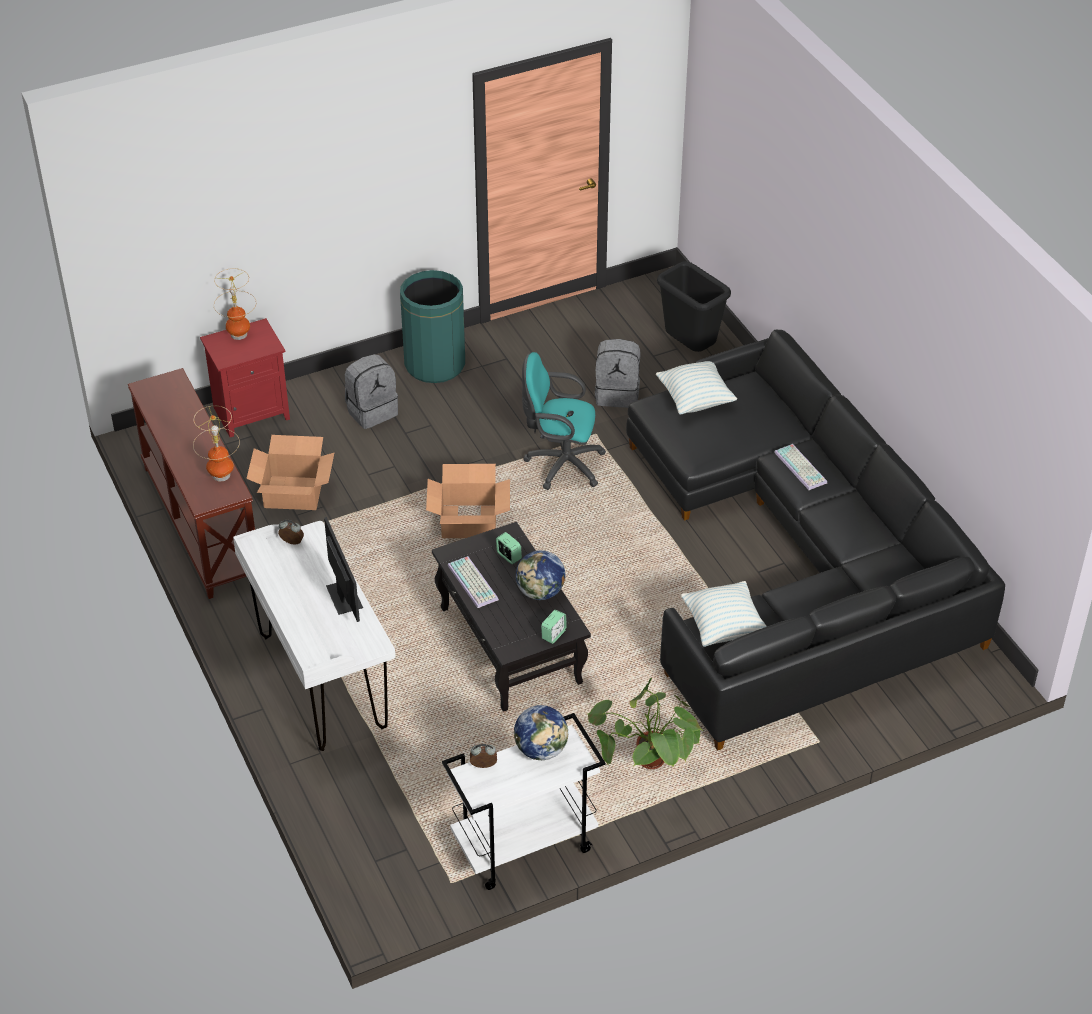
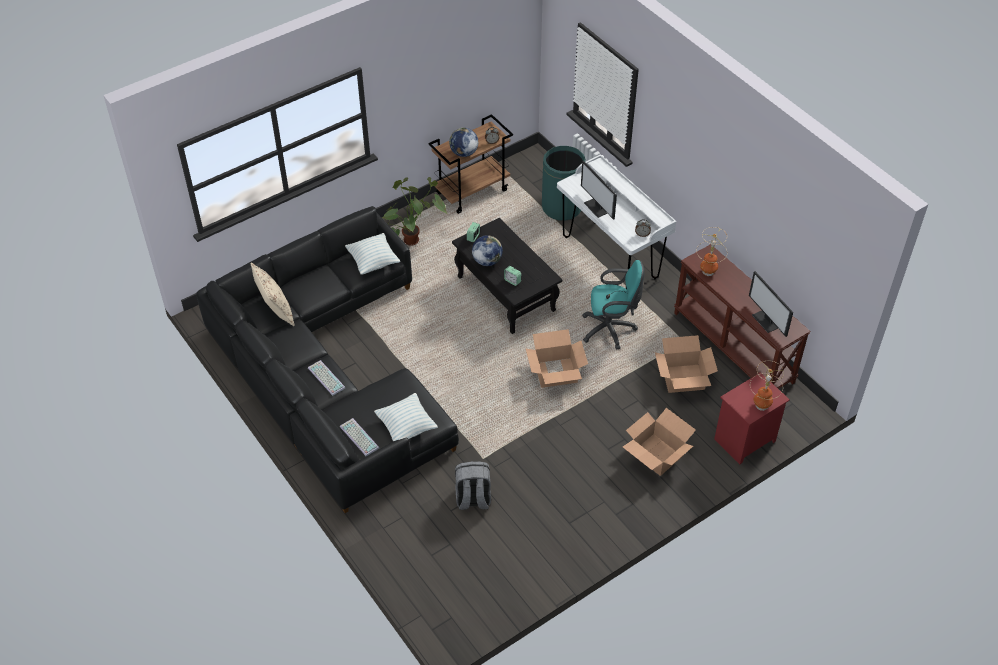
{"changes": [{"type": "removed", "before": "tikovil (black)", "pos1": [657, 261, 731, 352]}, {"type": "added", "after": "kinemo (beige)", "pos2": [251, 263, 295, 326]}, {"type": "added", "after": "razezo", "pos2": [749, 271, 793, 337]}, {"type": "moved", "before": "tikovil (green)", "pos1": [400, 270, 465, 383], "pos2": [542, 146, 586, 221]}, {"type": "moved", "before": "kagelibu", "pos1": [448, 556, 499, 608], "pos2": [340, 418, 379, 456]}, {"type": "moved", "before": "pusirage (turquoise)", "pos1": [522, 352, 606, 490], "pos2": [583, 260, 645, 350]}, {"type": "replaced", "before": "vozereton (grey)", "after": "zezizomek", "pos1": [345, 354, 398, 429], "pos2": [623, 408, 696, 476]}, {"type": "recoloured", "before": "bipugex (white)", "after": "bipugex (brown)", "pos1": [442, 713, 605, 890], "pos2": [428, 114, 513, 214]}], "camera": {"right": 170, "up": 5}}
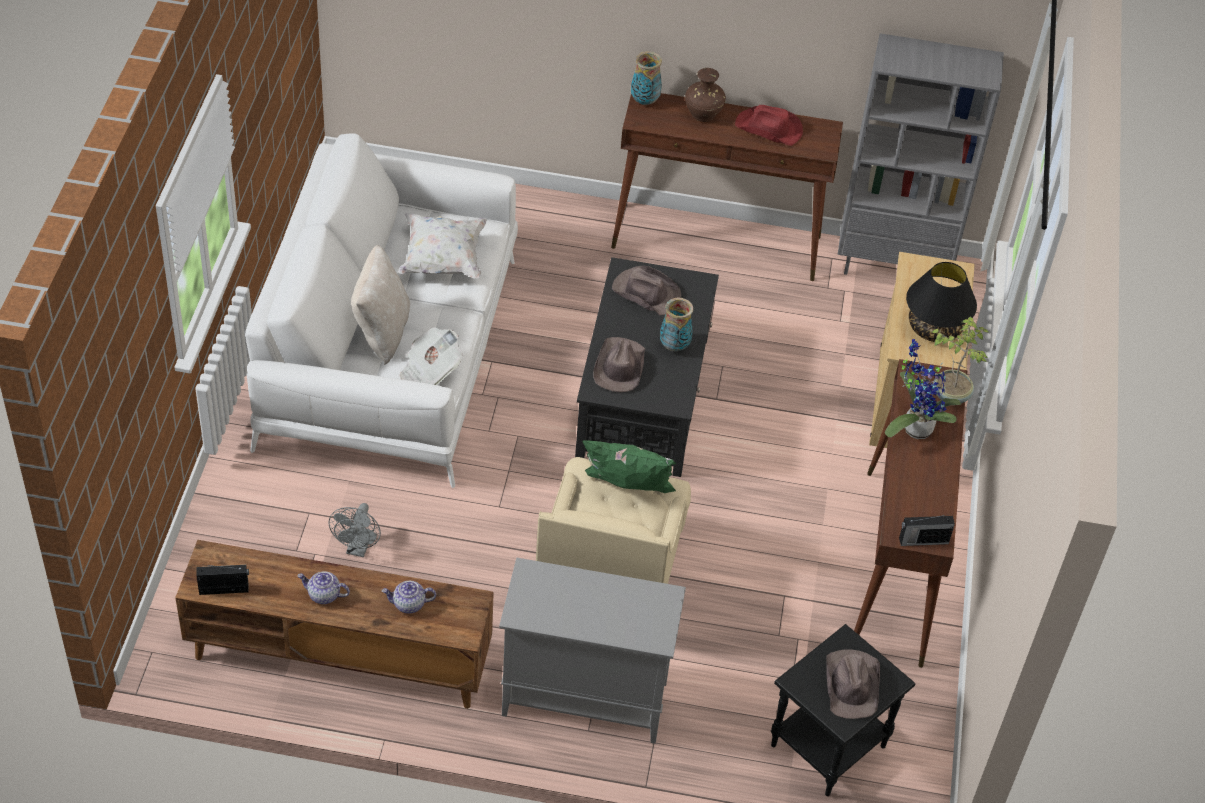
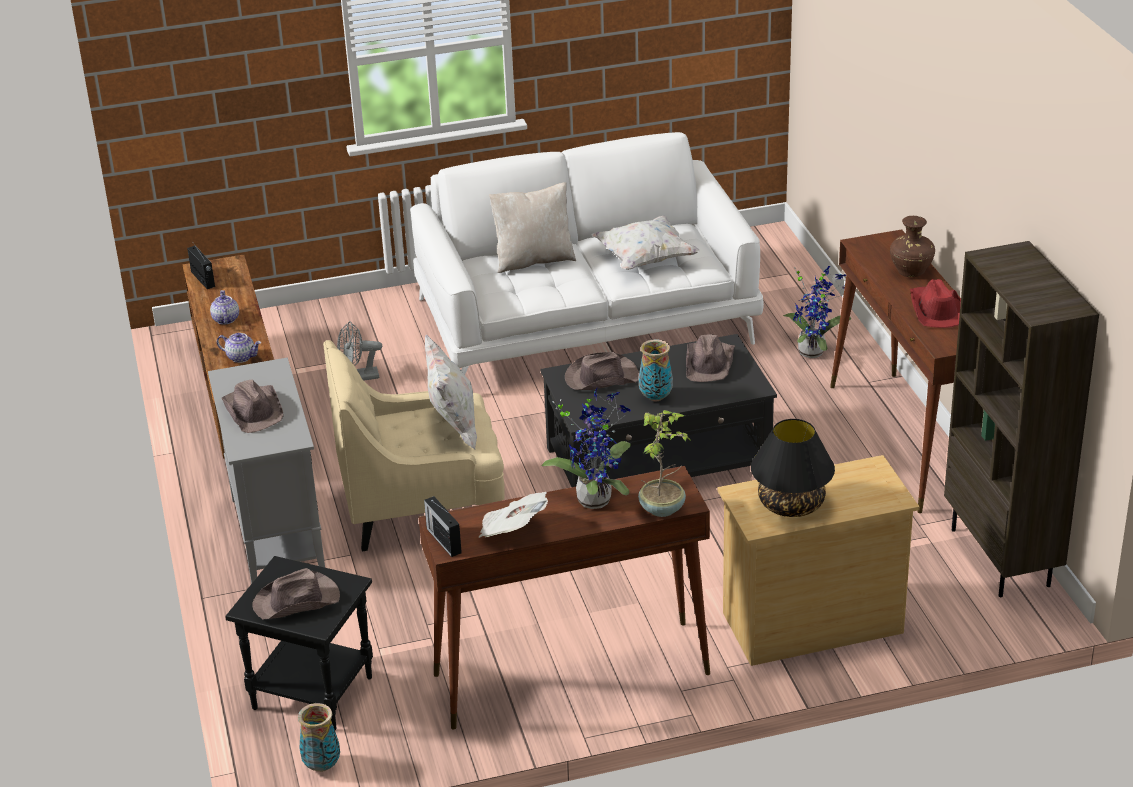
{"changes": [{"type": "added", "after": "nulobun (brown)", "pos2": [221, 380, 284, 433]}, {"type": "added", "after": "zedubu", "pos2": [783, 266, 852, 358]}, {"type": "moved", "before": "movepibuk", "pos1": [400, 327, 462, 385], "pos2": [479, 492, 548, 538]}, {"type": "moved", "before": "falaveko", "pos1": [631, 51, 662, 105], "pos2": [298, 703, 340, 772]}, {"type": "recoloured", "before": "kinemo (green)", "after": "kinemo (white)", "pos1": [582, 440, 676, 493], "pos2": [425, 335, 477, 449]}, {"type": "recoloured", "before": "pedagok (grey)", "after": "pedagok (brown)", "pos1": [837, 33, 1004, 275], "pos2": [944, 241, 1099, 597]}, {"type": "turned", "before": "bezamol", "pos1": [382, 581, 436, 614], "pos2": [217, 333, 261, 363], "turn": 135}], "camera": {"right": 70, "up": -15}}
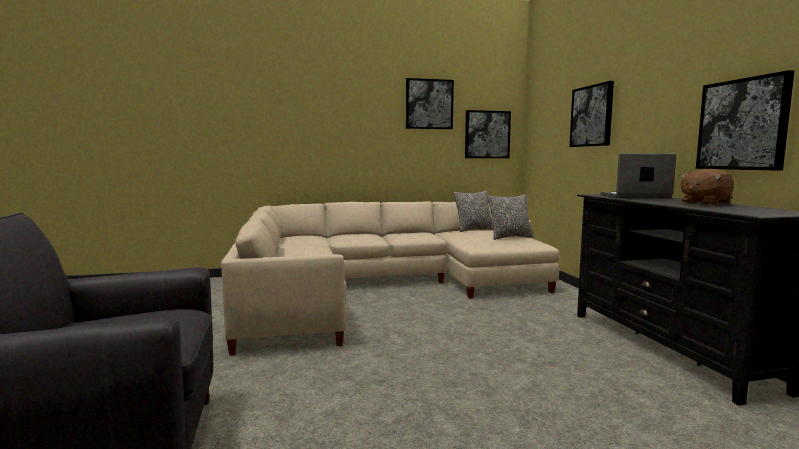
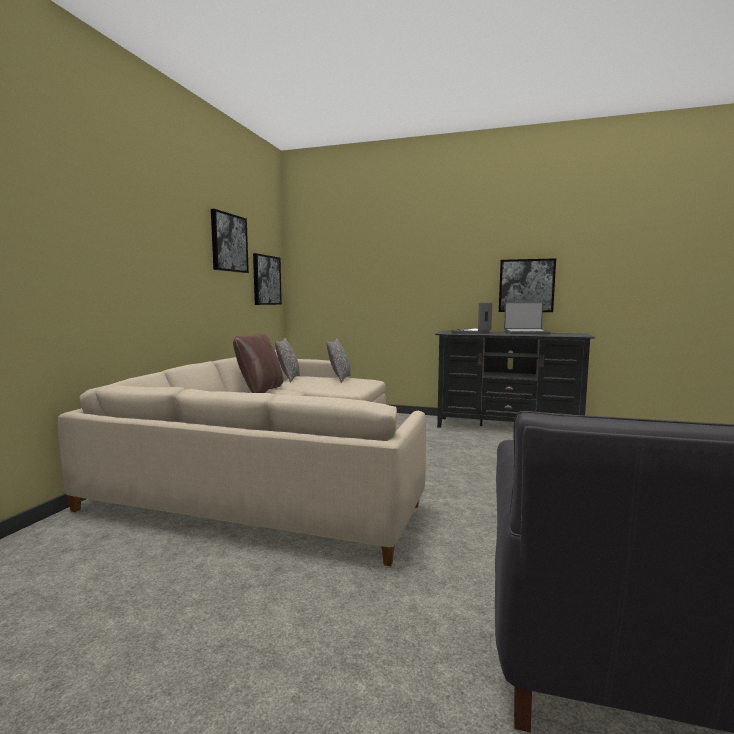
{"changes": [{"type": "removed", "before": "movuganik", "pos1": [570, 81, 614, 147]}, {"type": "added", "after": "kinemo (brown)", "pos2": [233, 333, 284, 393]}, {"type": "replaced", "before": "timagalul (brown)", "after": "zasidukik", "pos1": [680, 169, 734, 206], "pos2": [504, 302, 551, 334]}], "camera": {"right": -60, "up": 0}}
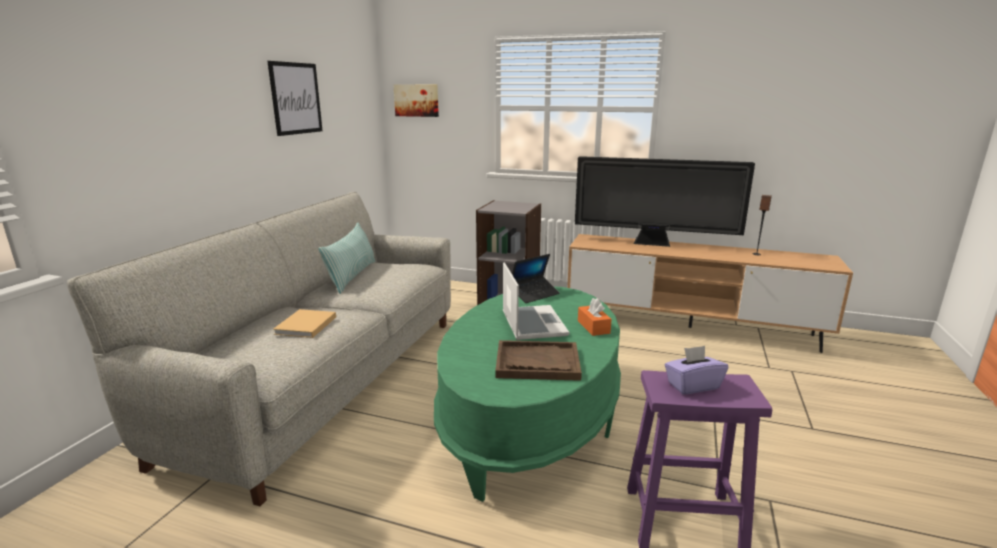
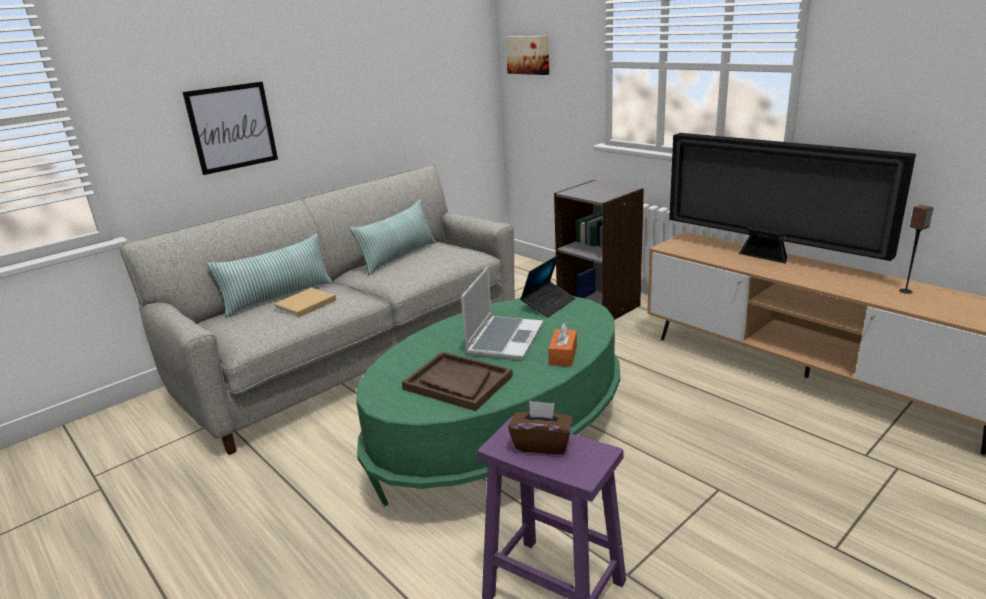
{"changes": [{"type": "added", "after": "kinemo", "pos2": [207, 234, 333, 317]}, {"type": "moved", "before": "movuganik", "pos1": [267, 61, 322, 136], "pos2": [183, 82, 278, 175]}, {"type": "recoloured", "before": "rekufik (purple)", "after": "rekufik (brown)", "pos1": [664, 346, 728, 394], "pos2": [508, 400, 573, 454]}, {"type": "turned", "before": "zasidukik", "pos1": [512, 254, 560, 303], "pos2": [520, 255, 575, 317], "turn": -45}], "camera": {"right": 30, "up": 5}}
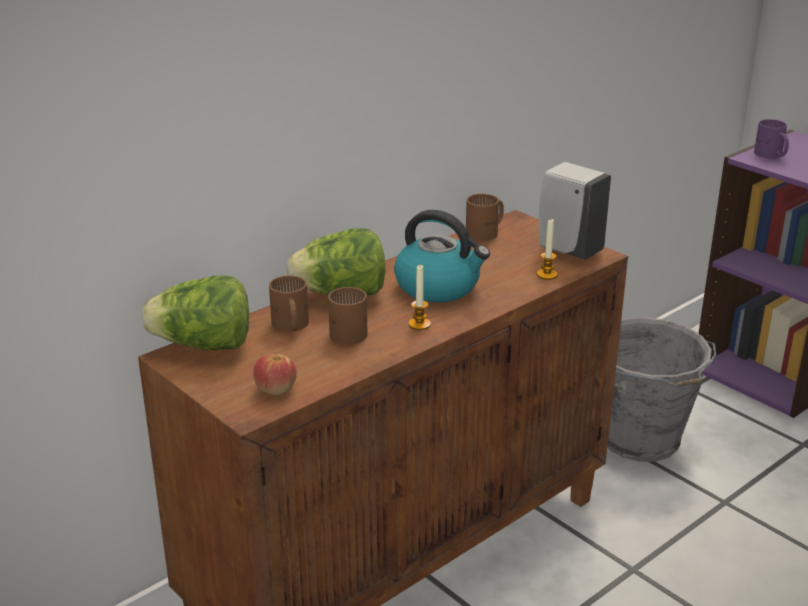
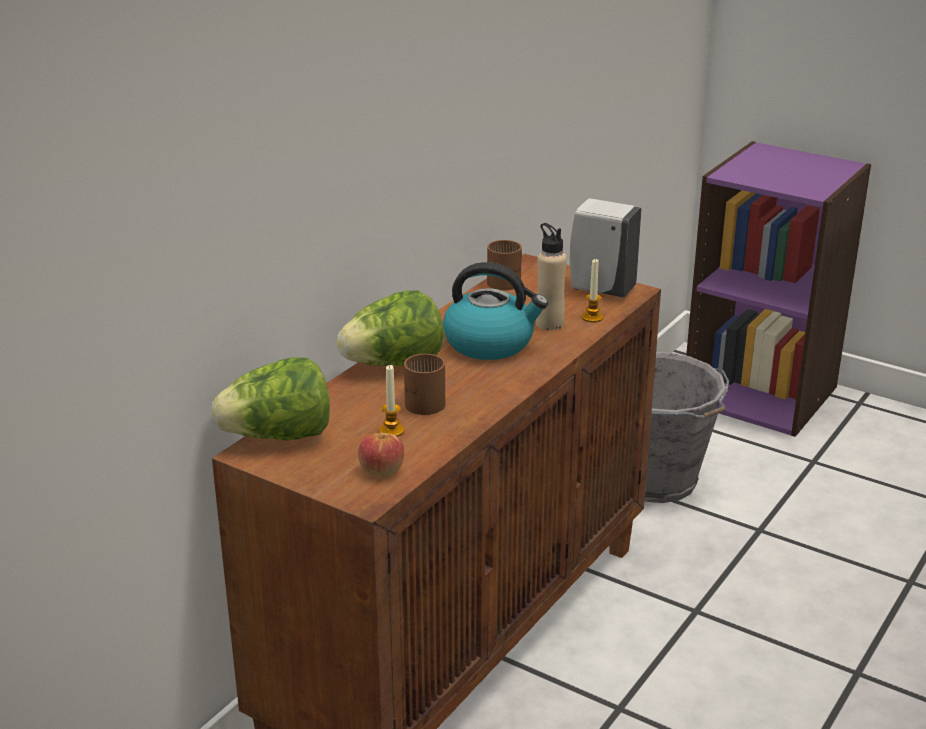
{"changes": [{"type": "removed", "before": "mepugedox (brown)", "pos1": [269, 276, 309, 332]}, {"type": "removed", "before": "mepugedox (purple)", "pos1": [754, 119, 789, 158]}, {"type": "added", "after": "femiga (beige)", "pos2": [536, 223, 567, 330]}, {"type": "moved", "before": "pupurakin", "pos1": [408, 265, 431, 330], "pos2": [379, 365, 404, 437]}], "camera": {"right": -15, "up": 0}}
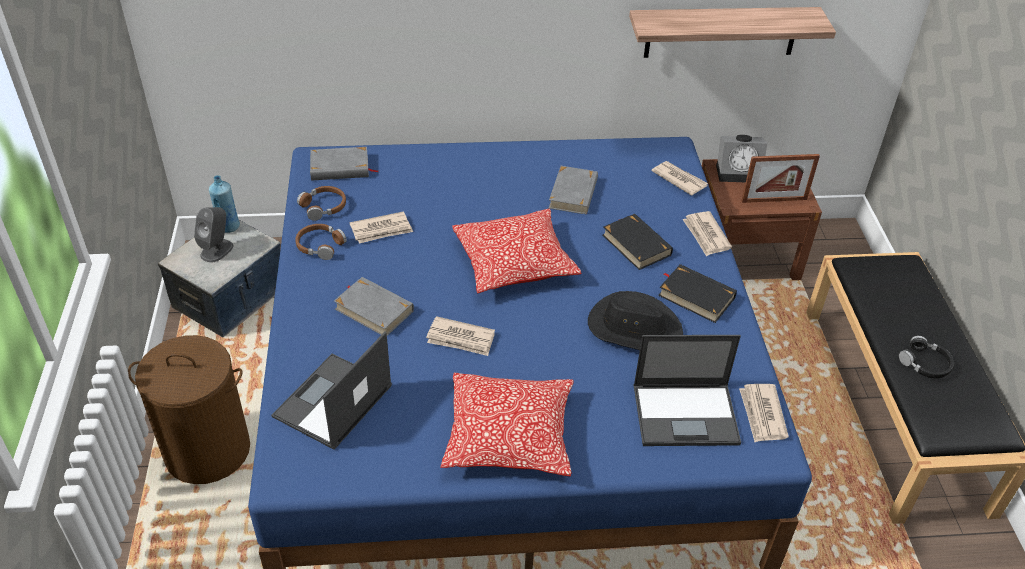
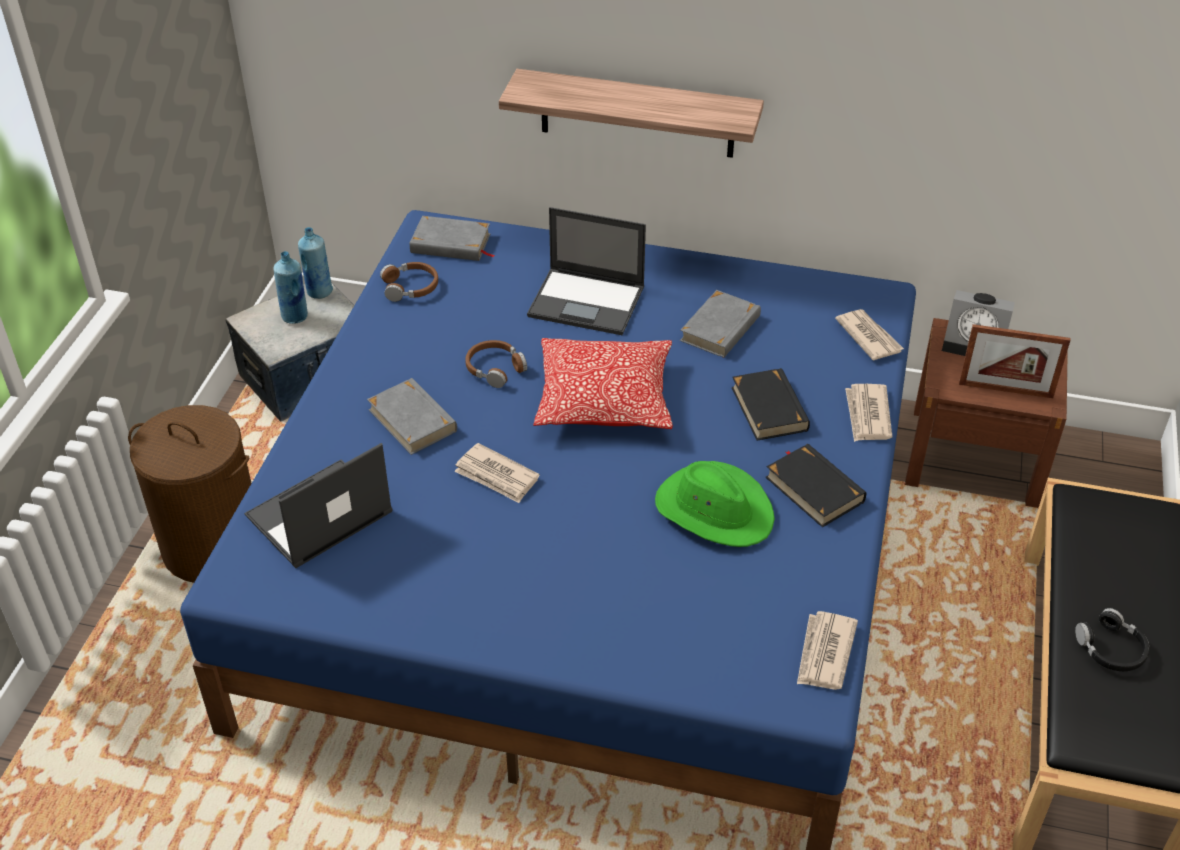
{"changes": [{"type": "removed", "before": "movepibuk", "pos1": [350, 211, 413, 244]}, {"type": "removed", "before": "kinemo", "pos1": [440, 373, 574, 476]}, {"type": "moved", "before": "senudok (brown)", "pos1": [295, 224, 347, 260], "pos2": [465, 340, 527, 388]}, {"type": "moved", "before": "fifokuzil", "pos1": [629, 7, 836, 58], "pos2": [499, 69, 764, 158]}, {"type": "moved", "before": "zasidukik", "pos1": [634, 335, 741, 446], "pos2": [527, 207, 646, 335]}, {"type": "replaced", "before": "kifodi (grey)", "after": "femiga (blue)", "pos1": [194, 207, 233, 262], "pos2": [273, 251, 308, 324]}, {"type": "recoloured", "before": "nulobun (black)", "after": "nulobun (green)", "pos1": [588, 291, 683, 350], "pos2": [655, 461, 775, 547]}], "camera": {"right": 20, "up": 0}}
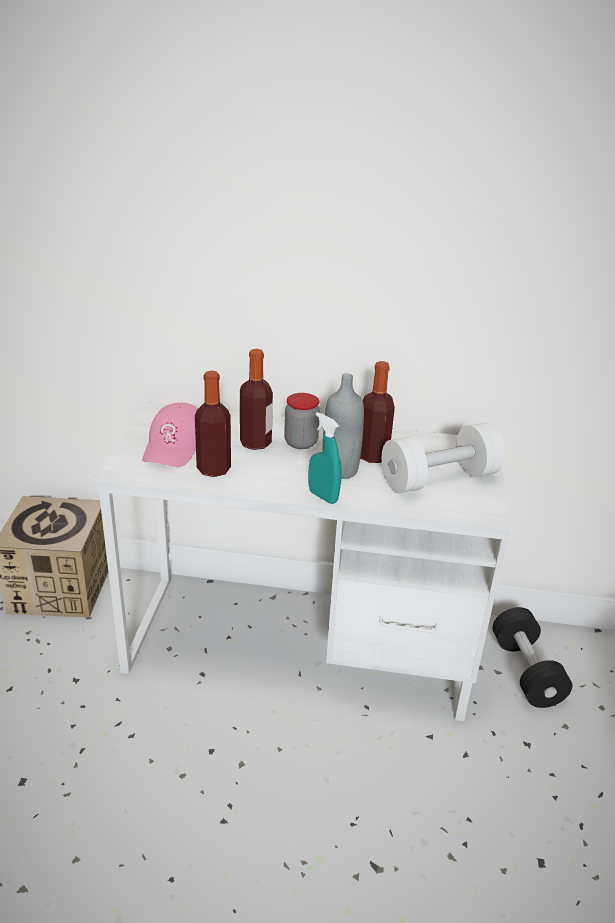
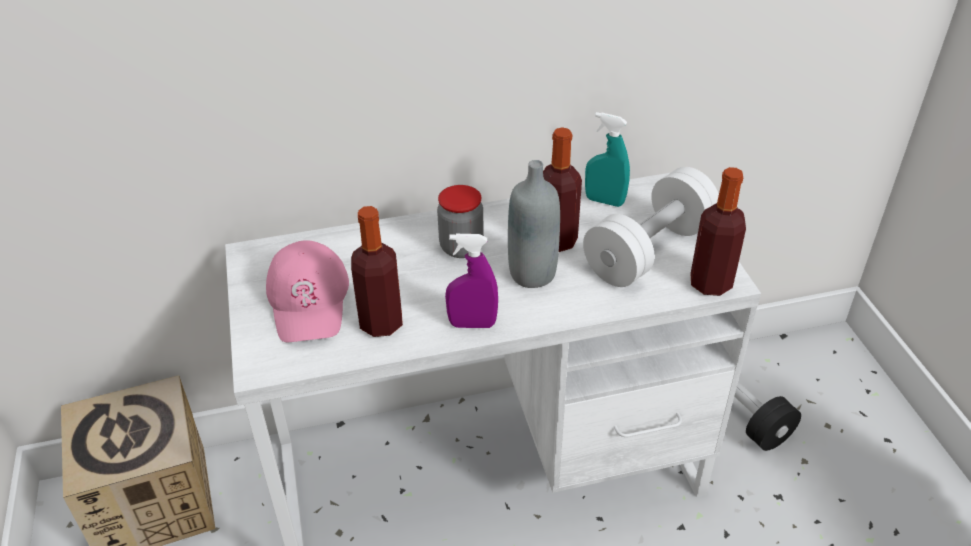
{"changes": [{"type": "added", "after": "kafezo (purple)", "pos2": [445, 234, 498, 328]}, {"type": "moved", "before": "femiga", "pos1": [240, 349, 273, 450], "pos2": [690, 167, 746, 296]}, {"type": "moved", "before": "kafezo (turquoise)", "pos1": [309, 412, 341, 504], "pos2": [585, 112, 630, 207]}], "camera": {"right": -20, "up": 10}}
